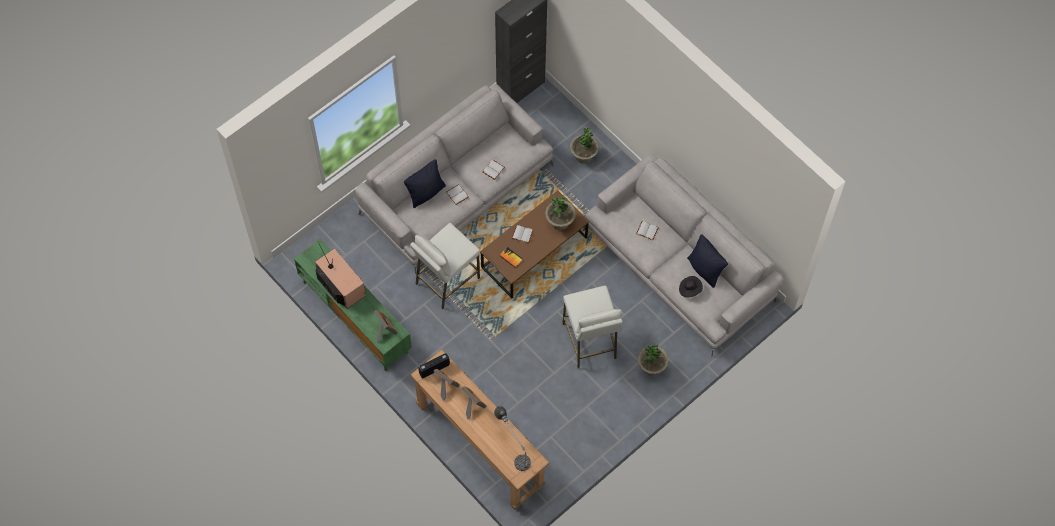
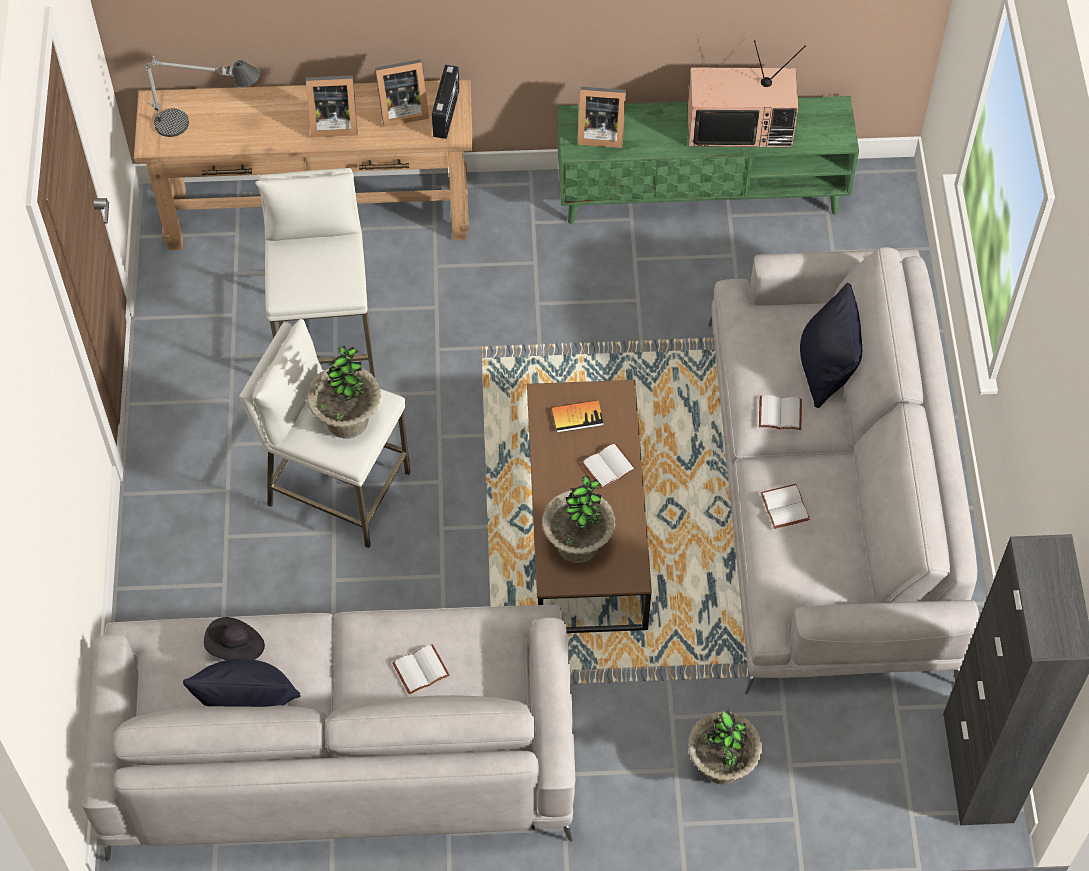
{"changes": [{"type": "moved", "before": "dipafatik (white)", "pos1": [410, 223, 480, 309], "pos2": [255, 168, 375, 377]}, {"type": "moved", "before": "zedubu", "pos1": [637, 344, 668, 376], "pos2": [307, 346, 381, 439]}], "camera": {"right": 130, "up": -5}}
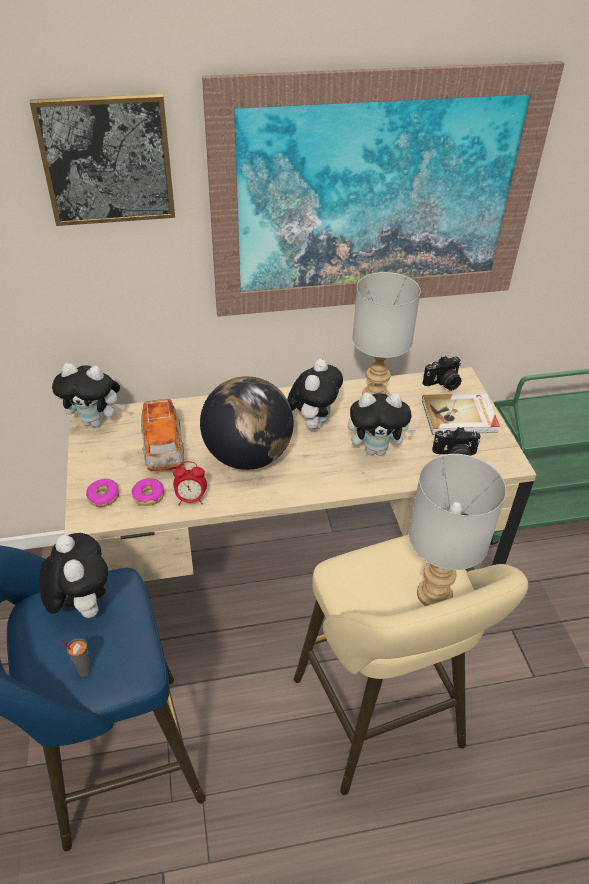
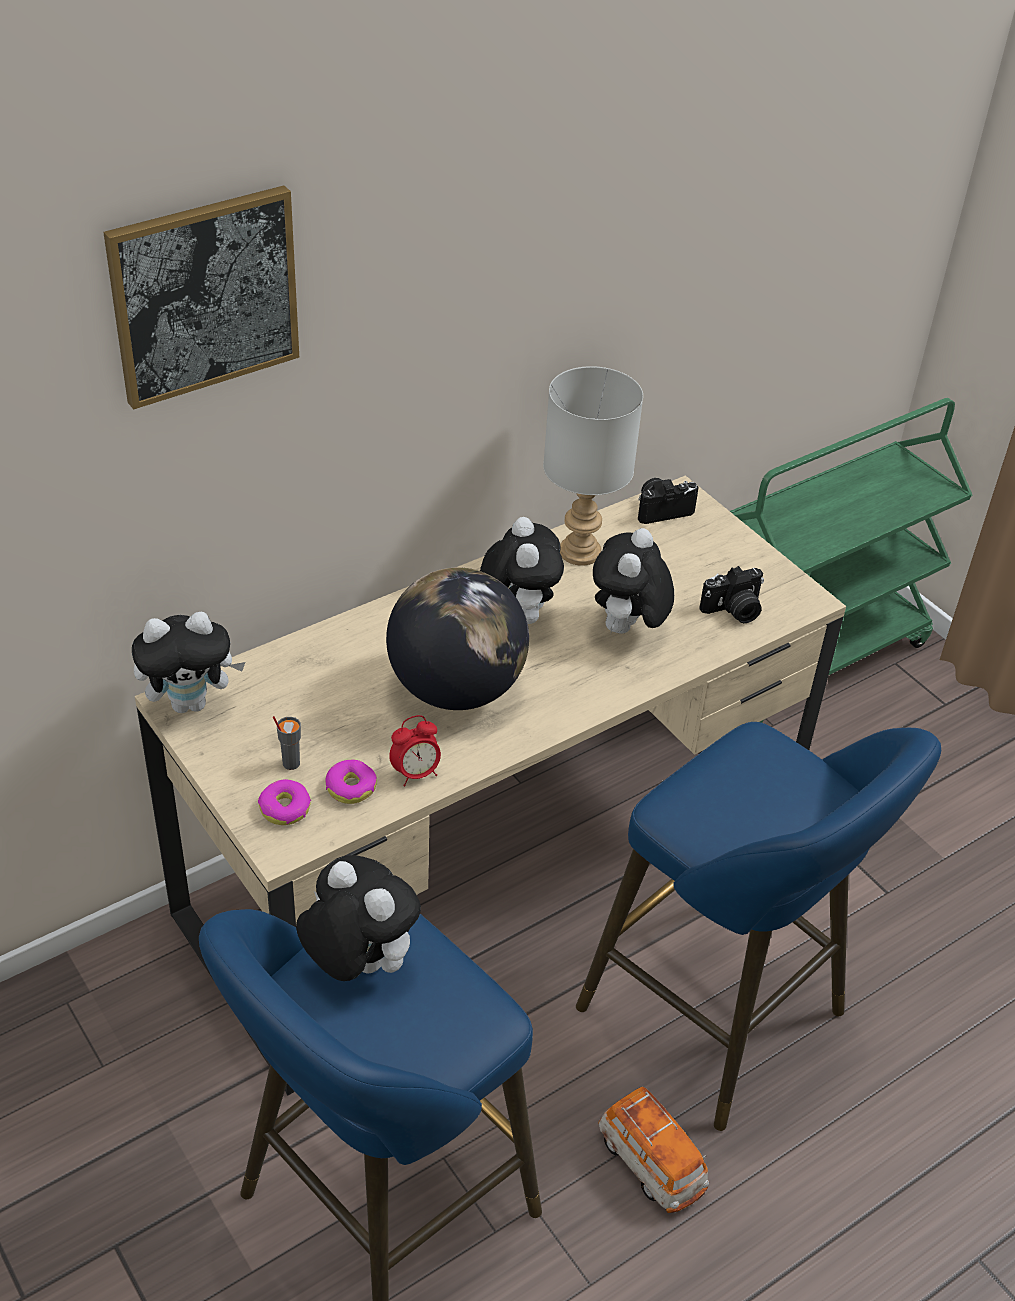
{"changes": [{"type": "removed", "before": "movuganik", "pos1": [202, 61, 565, 317]}, {"type": "removed", "before": "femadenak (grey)", "pos1": [409, 454, 506, 606]}, {"type": "removed", "before": "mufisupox", "pos1": [422, 393, 500, 435]}, {"type": "moved", "before": "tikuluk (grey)", "pos1": [61, 638, 92, 677], "pos2": [273, 716, 301, 770]}, {"type": "moved", "before": "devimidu", "pos1": [141, 399, 184, 471], "pos2": [598, 1087, 709, 1213]}, {"type": "recoloured", "before": "dipafatik (beige)", "after": "dipafatik (blue)", "pos1": [294, 535, 528, 795], "pos2": [576, 722, 941, 1131]}, {"type": "turned", "before": "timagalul", "pos1": [348, 393, 416, 456], "pos2": [593, 528, 674, 634], "turn": 135}, {"type": "turned", "before": "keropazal", "pos1": [422, 356, 462, 391], "pos2": [638, 478, 699, 524], "turn": -150}], "camera": {"right": -25, "up": 0}}
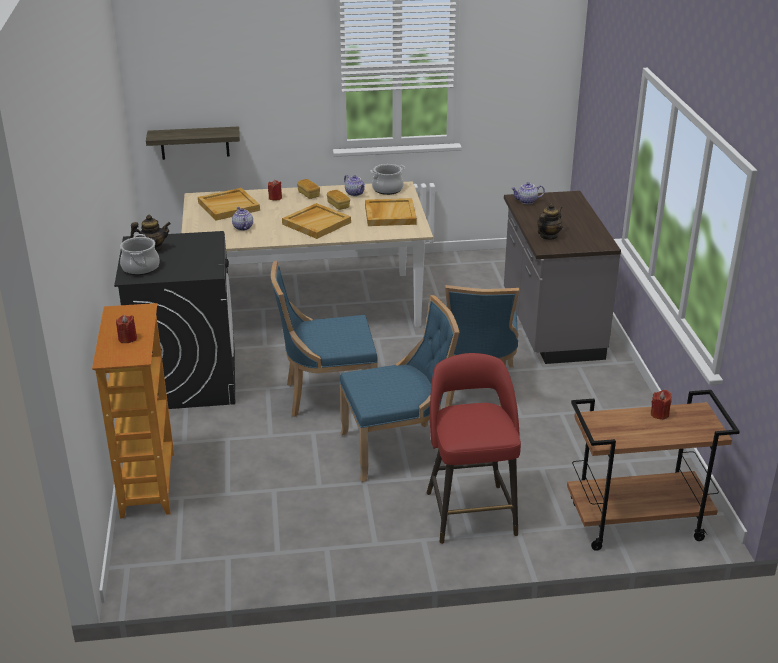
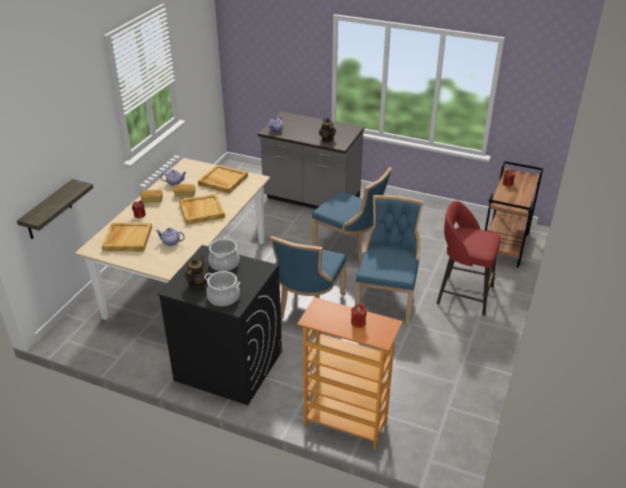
{"changes": [{"type": "moved", "before": "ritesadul", "pos1": [370, 164, 405, 195], "pos2": [208, 236, 240, 271]}], "camera": {"right": -60, "up": 5}}
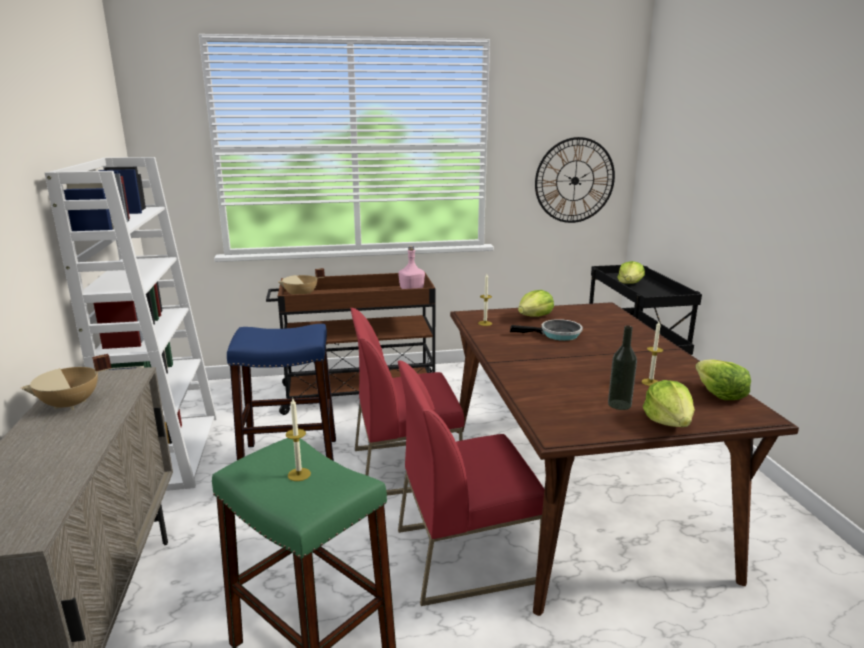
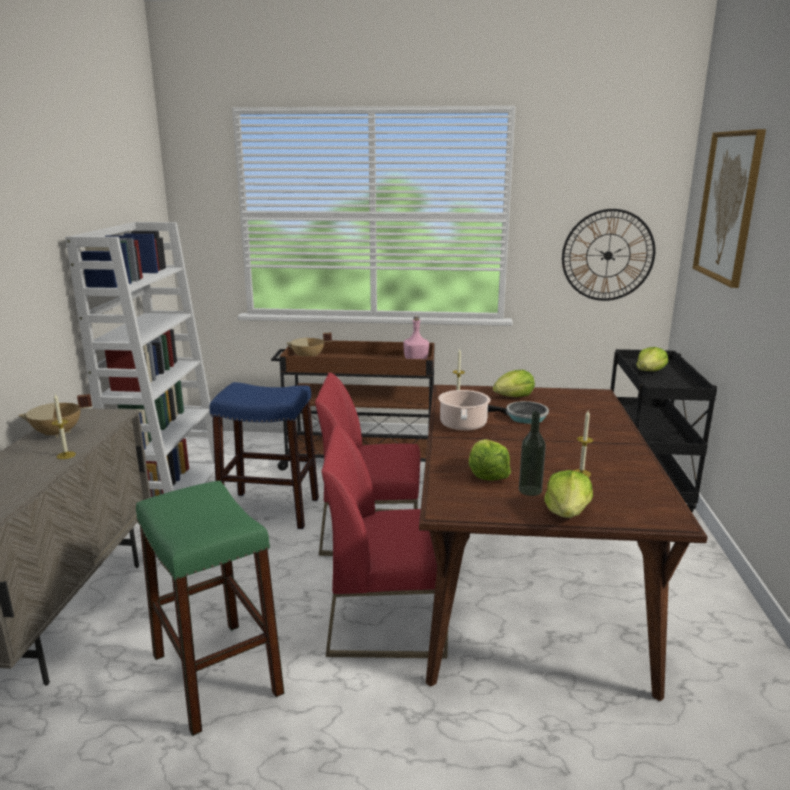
{"changes": [{"type": "added", "after": "ritesadul", "pos2": [438, 390, 491, 431]}, {"type": "added", "after": "movuganik", "pos2": [692, 129, 766, 288]}, {"type": "moved", "before": "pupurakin", "pos1": [286, 398, 311, 481], "pos2": [52, 394, 76, 459]}, {"type": "moved", "before": "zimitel", "pos1": [695, 359, 751, 400], "pos2": [469, 439, 511, 481]}], "camera": {"right": 15, "up": 0}}
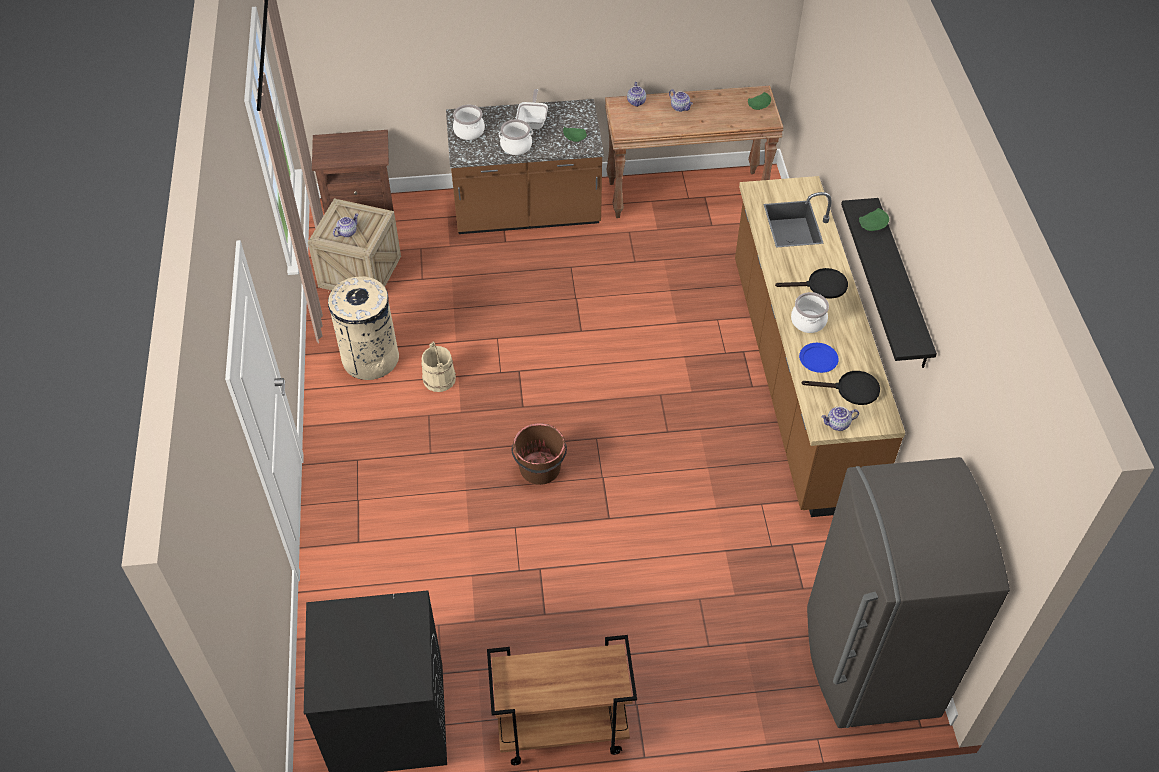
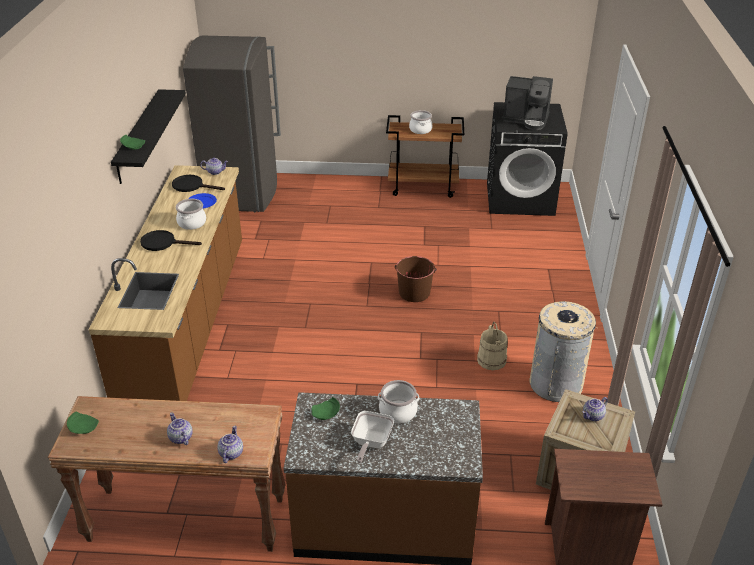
{"changes": [{"type": "added", "after": "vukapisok", "pos2": [502, 76, 553, 130]}, {"type": "moved", "before": "ritesadul", "pos1": [453, 105, 485, 140], "pos2": [409, 110, 433, 134]}], "camera": {"right": -170, "up": -15}}
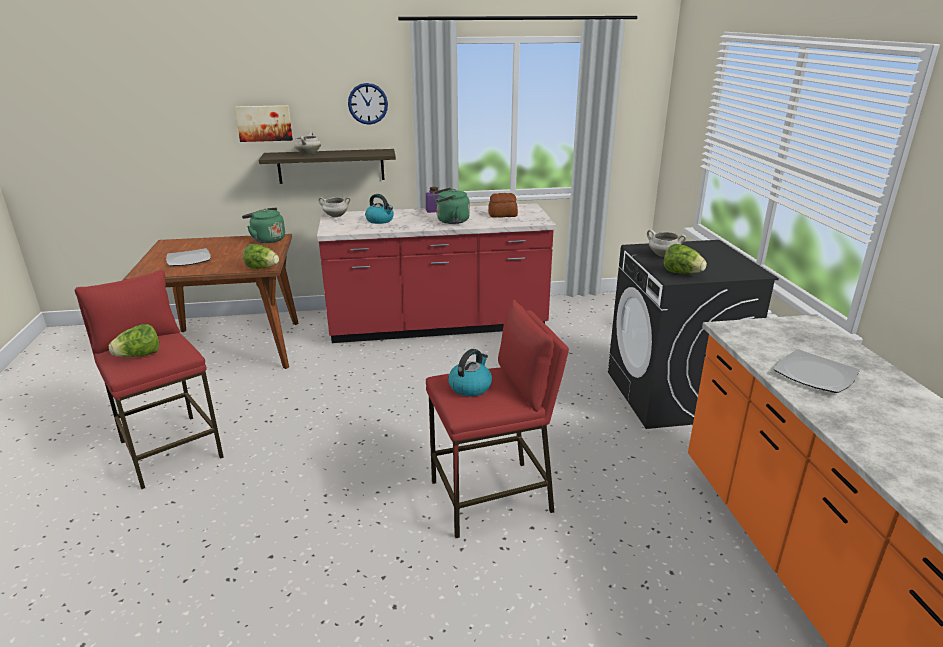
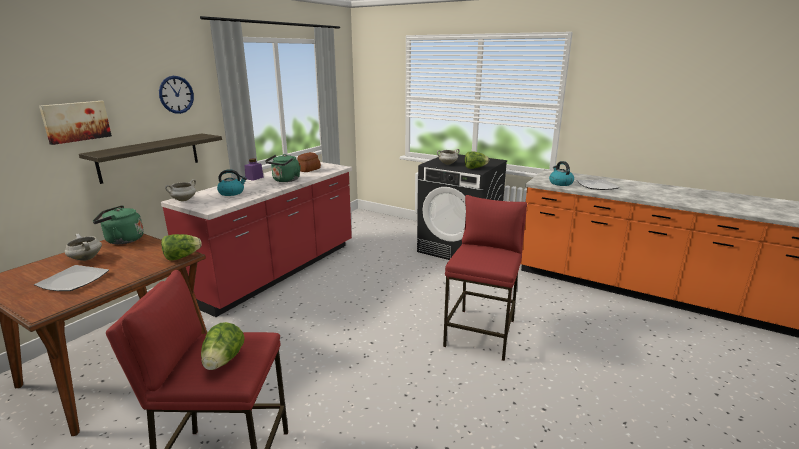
{"changes": [{"type": "moved", "before": "ritesadul (white)", "pos1": [294, 132, 321, 155], "pos2": [65, 233, 102, 261]}, {"type": "moved", "before": "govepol", "pos1": [448, 349, 492, 396], "pos2": [549, 161, 574, 186]}], "camera": {"right": -50, "up": -5}}
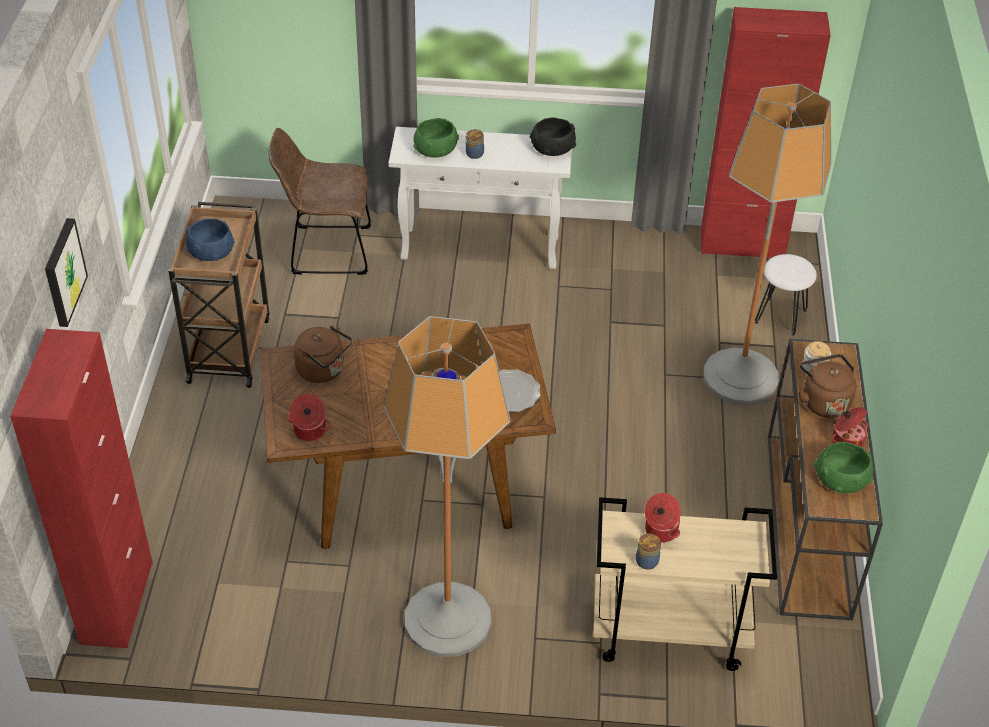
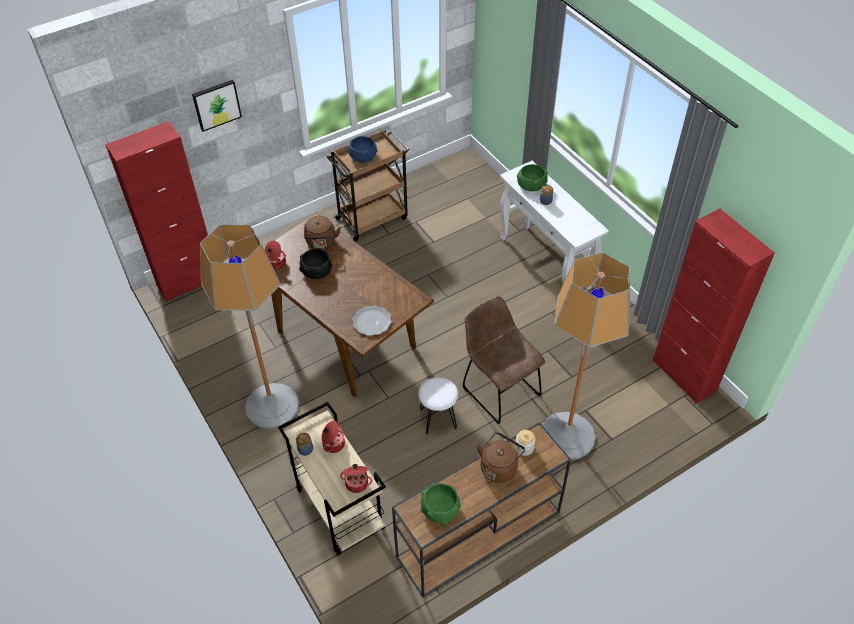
{"changes": [{"type": "moved", "before": "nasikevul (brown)", "pos1": [269, 128, 371, 275], "pos2": [462, 296, 545, 424]}, {"type": "moved", "before": "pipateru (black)", "pos1": [530, 117, 576, 156], "pos2": [299, 249, 332, 279]}, {"type": "moved", "before": "dipafatik (white)", "pos1": [755, 254, 817, 336], "pos2": [418, 377, 458, 435]}, {"type": "moved", "before": "ritesadul", "pos1": [832, 407, 868, 447], "pos2": [340, 464, 372, 493]}], "camera": {"right": 55, "up": 5}}
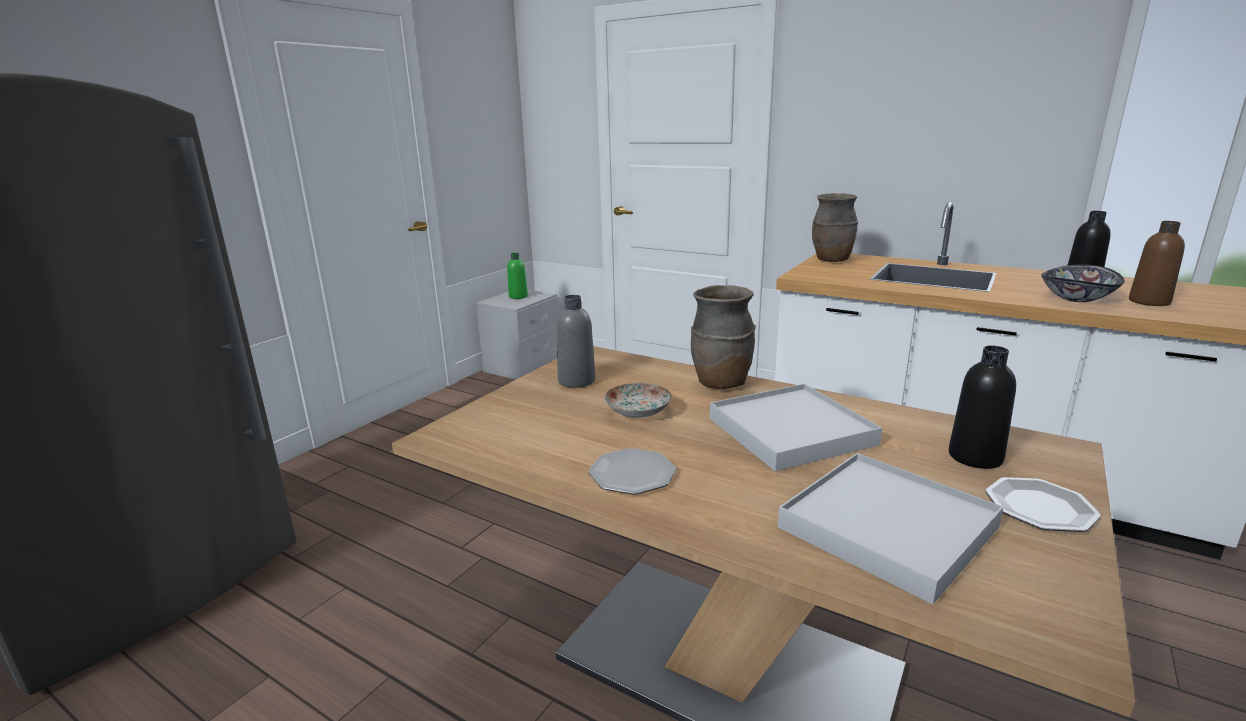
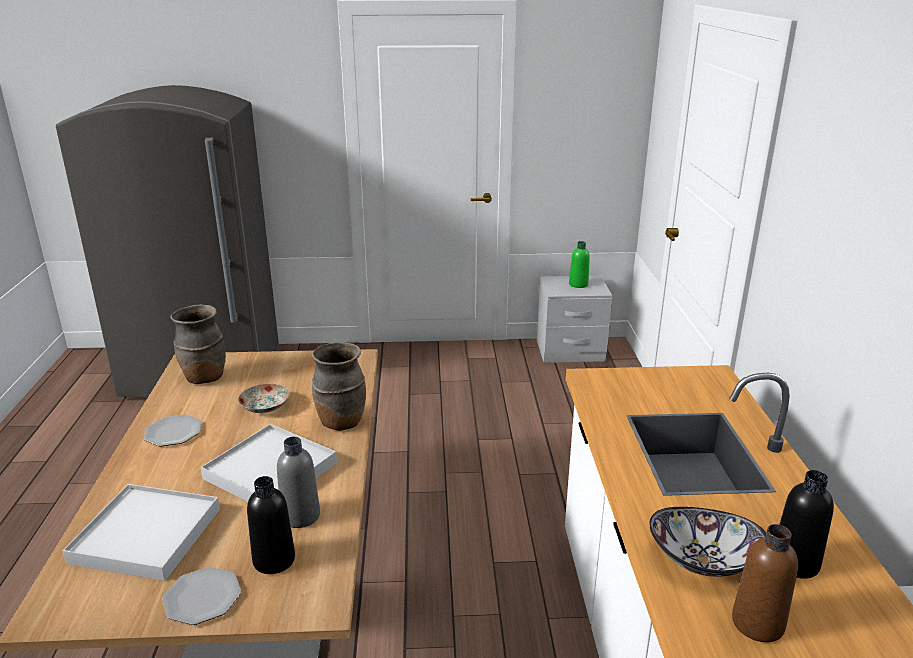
{"changes": [{"type": "moved", "before": "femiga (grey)", "pos1": [556, 295, 596, 388], "pos2": [277, 437, 320, 528]}, {"type": "moved", "before": "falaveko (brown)", "pos1": [812, 193, 859, 262], "pos2": [170, 304, 226, 384]}], "camera": {"right": 55, "up": 5}}
